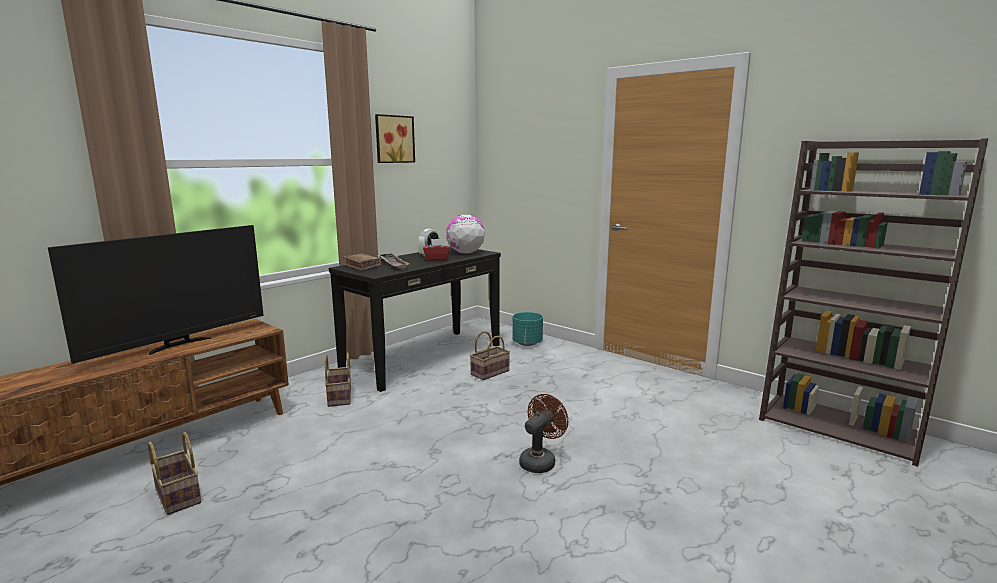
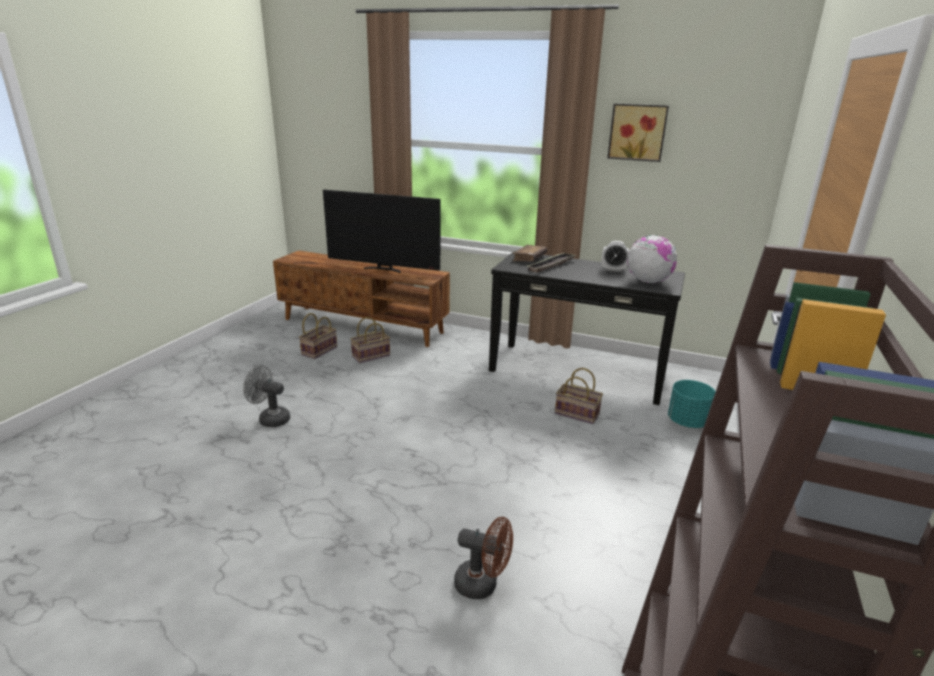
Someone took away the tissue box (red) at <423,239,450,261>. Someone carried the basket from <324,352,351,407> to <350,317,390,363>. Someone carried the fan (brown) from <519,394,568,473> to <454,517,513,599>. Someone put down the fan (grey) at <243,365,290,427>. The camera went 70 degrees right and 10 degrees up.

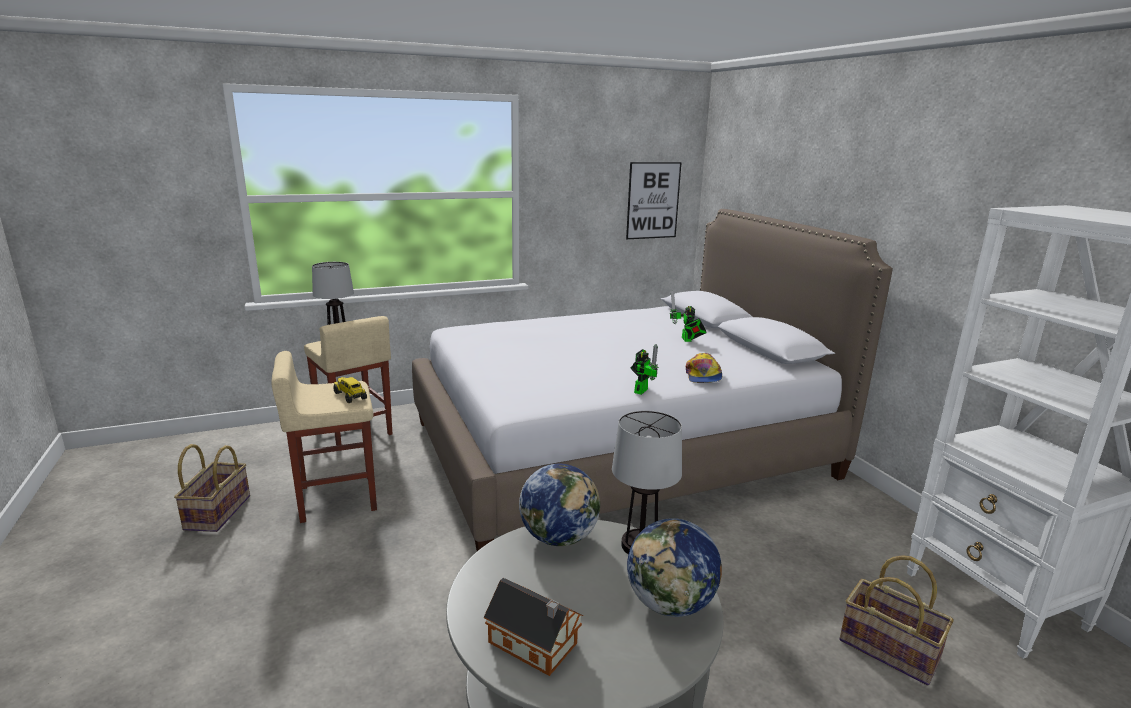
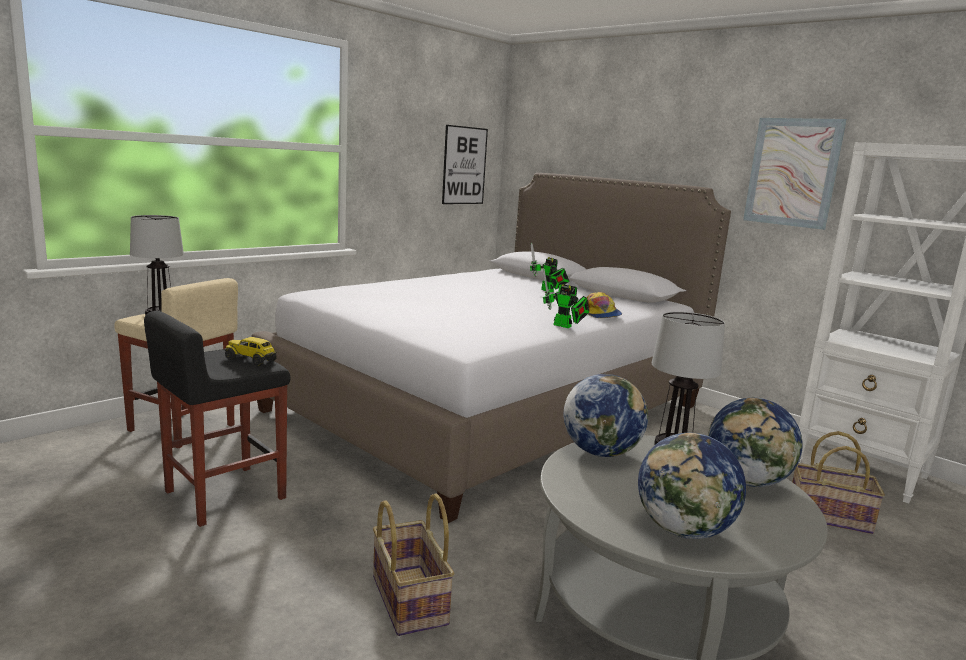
Someone rotated the toy robot at <631,344,659,395> by 120 degrees clockwise. Someone repainted the stool (beige) at <271,351,377,523>, which became the stool (black) at <144,311,290,527>. Someone carried the basket from <174,444,250,532> to <373,493,454,636>. Someone swapped the toy house at <484,578,583,676> for the globe at <638,433,746,539>. Someone put up the picture at <743,118,847,230>. The camera went 25 degrees left and 5 degrees down.

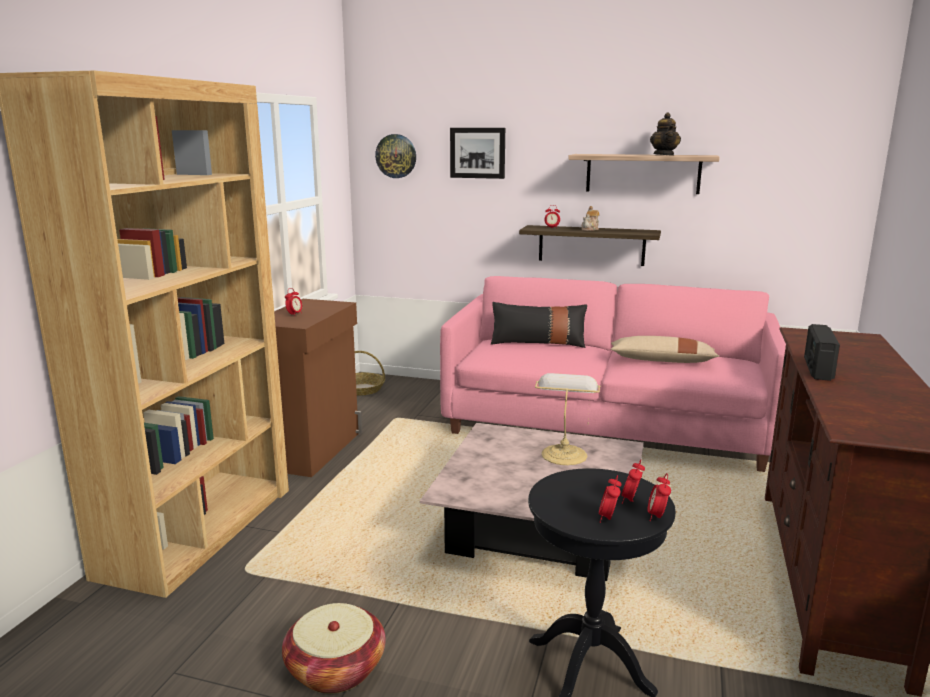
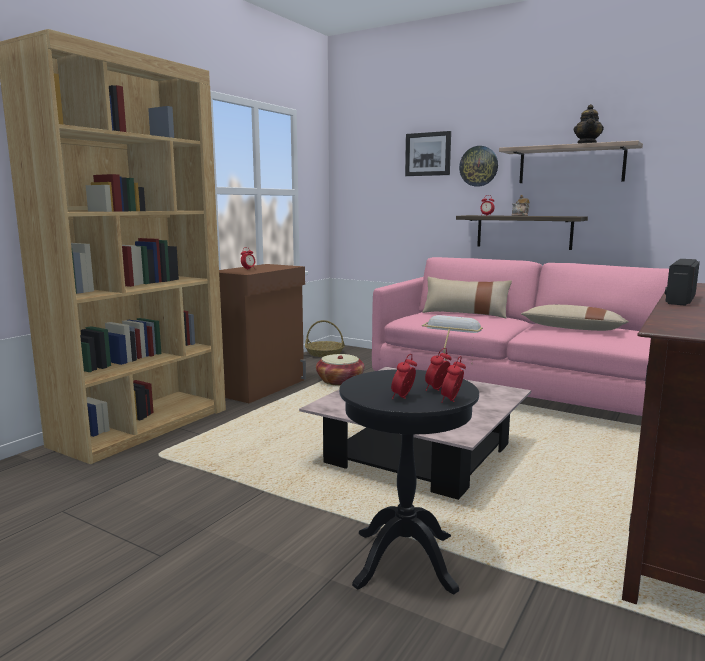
Someone carried the wall clock from <375,134,416,178> to <459,146,498,187>. Someone repainted the pillow (black) at <491,302,587,348>, which became the pillow (beige) at <423,277,512,318>. Someone carried the basket from <282,603,386,694> to <316,354,364,386>. The camera went 15 degrees right and 5 degrees down.

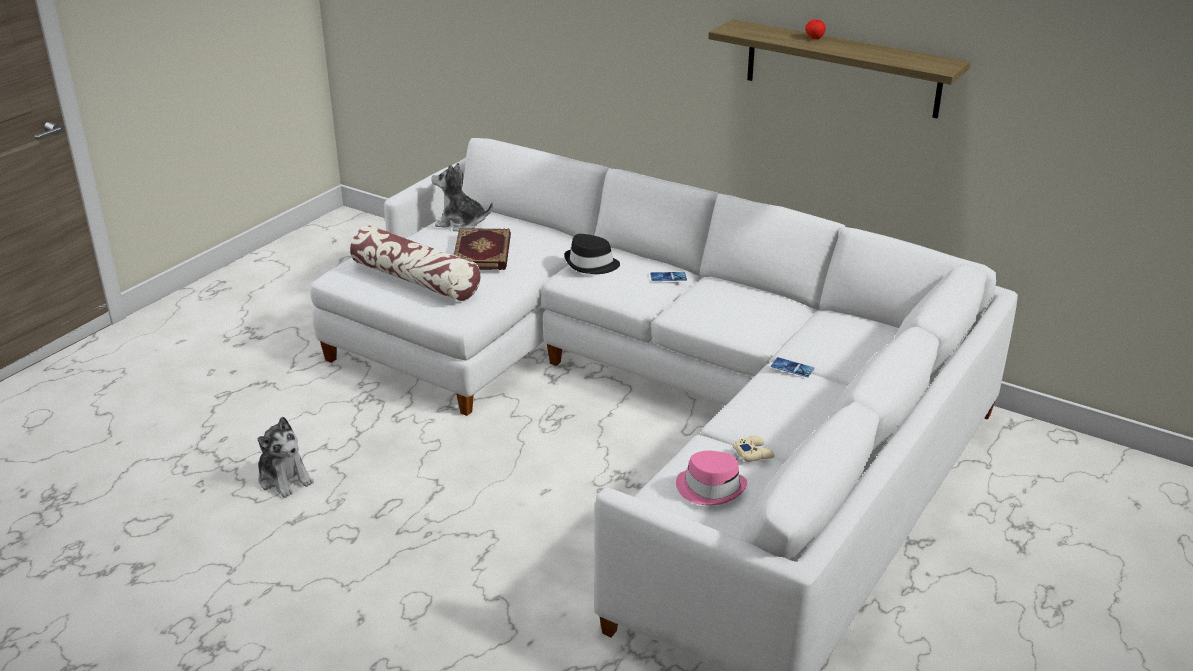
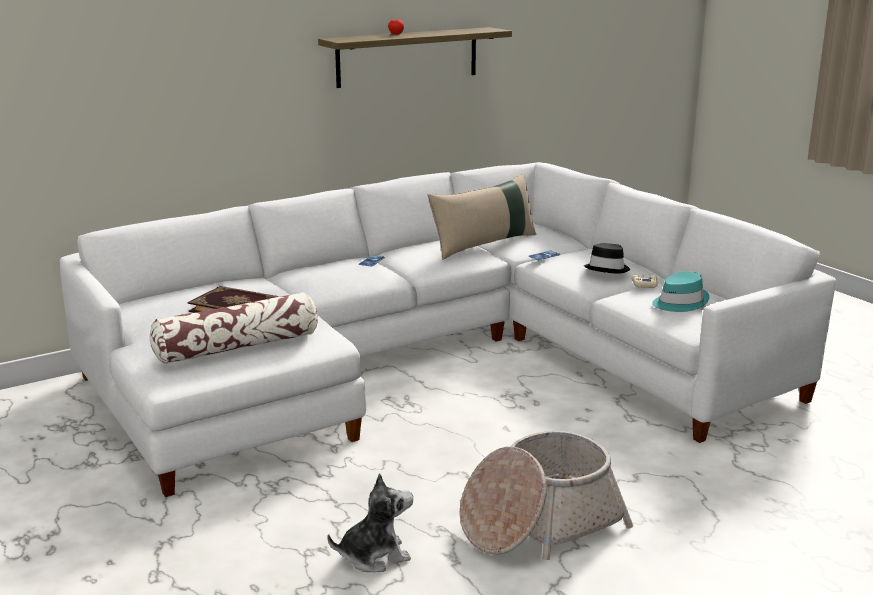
Someone took away the plush toy at <431,163,493,231>. Someone carried the hat (black) from <564,234,620,274> to <584,243,630,274>. Someone repainted the hat (pink) at <676,451,747,505>, which became the hat (turquoise) at <652,271,709,312>. Someone put down the pillow (beige) at <428,173,536,260>. Someone put down the basket at <459,431,633,560>. The camera went 65 degrees left and 10 degrees down.

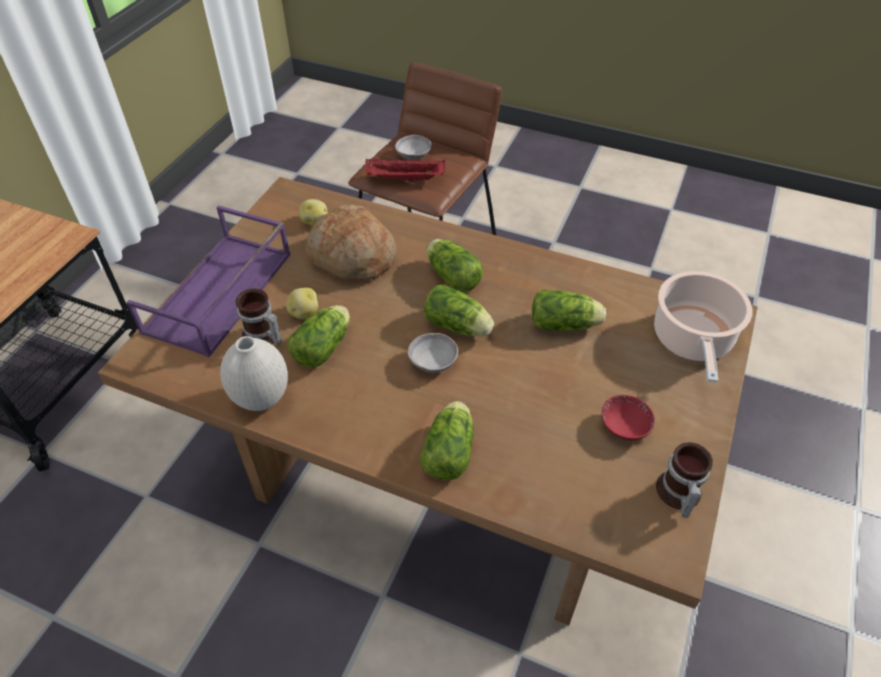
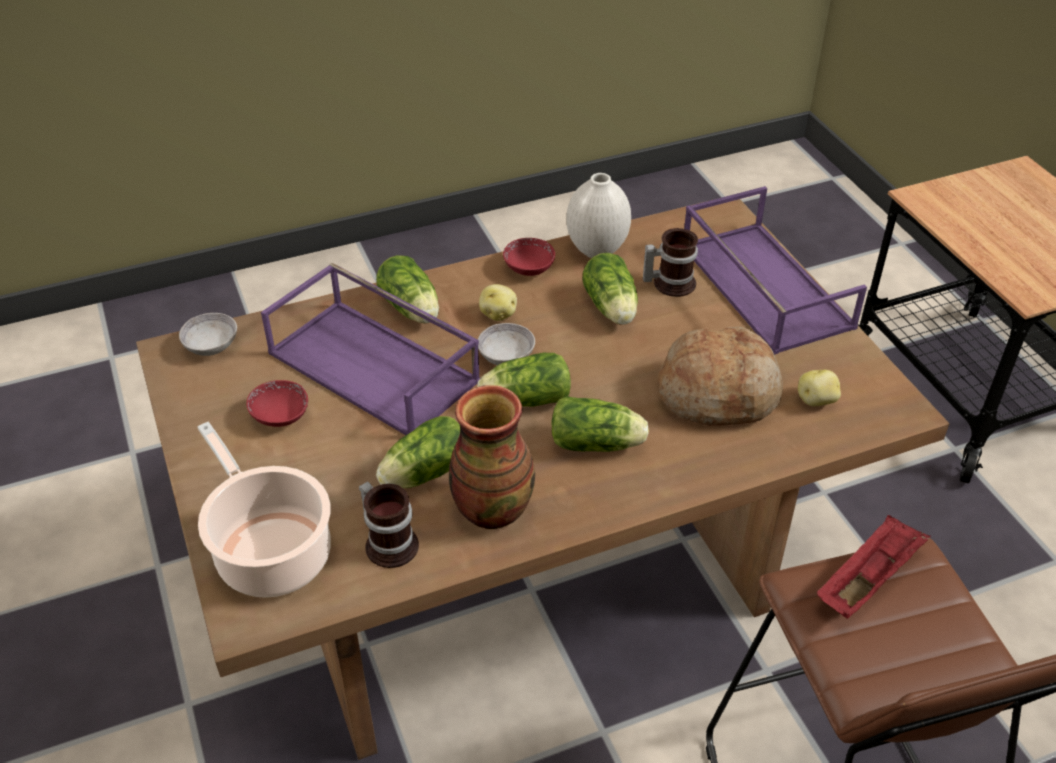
Someone carried the bowl (grey) from <395,135,431,160> to <179,313,237,356>. Someone carried the potato from <286,287,318,319> to <479,284,517,321>. Someone carried the mug from <656,442,713,518> to <359,482,419,568>. Someone put down the bowl (red) at <503,238,555,276>. Someone put down the tray (purple) at <261,263,480,435>. Someone put down the vase at <449,385,535,529>. The camera went 135 degrees right and 5 degrees down.

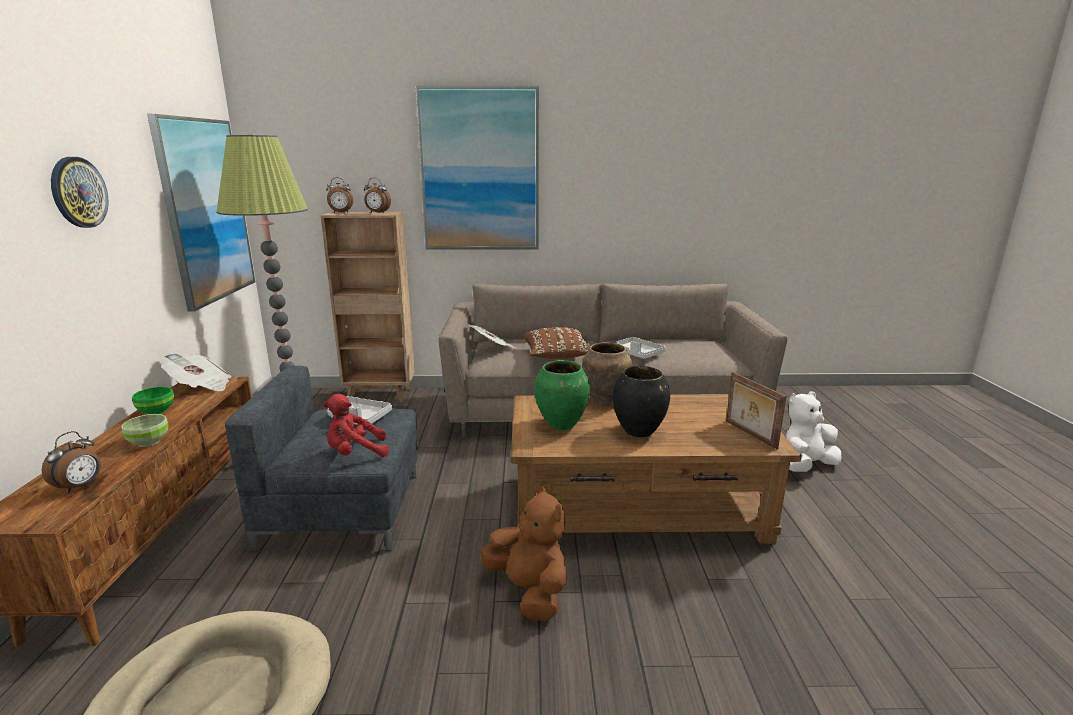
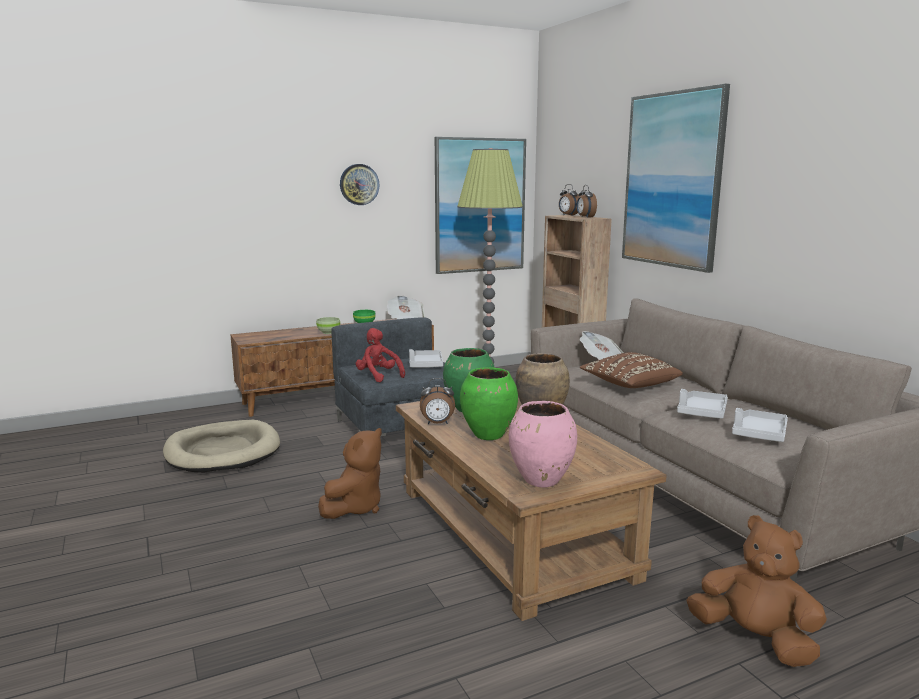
Someone repainted the vase (black) at <613,366,670,437>, which became the vase (green) at <460,367,518,440>. Someone swapped the picture frame at <726,372,786,449> for the vase (pink) at <509,401,577,487>. Someone repainted the plush toy (white) at <786,391,842,472>, which became the plush toy (brown) at <686,515,827,667>. Someone carried the alarm clock from <42,431,101,493> to <420,378,455,424>. Someone put down the tray (grey) at <732,408,788,442>. The camera went 65 degrees right and 5 degrees down.

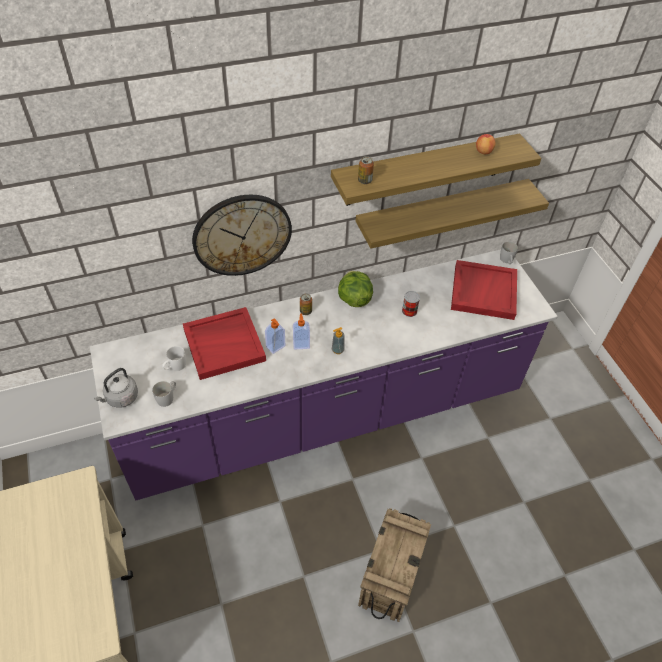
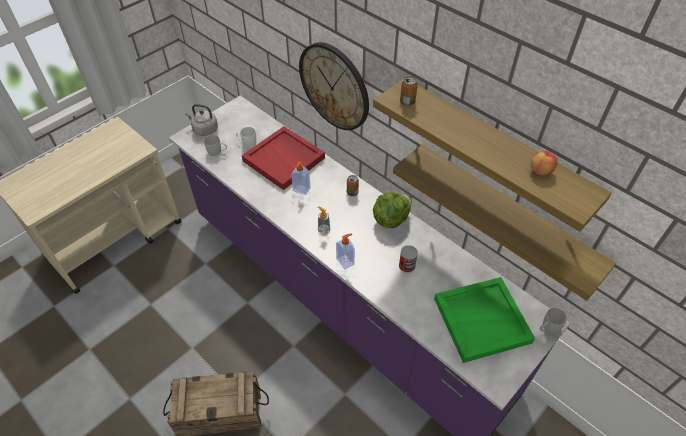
Someone repainted the tray (red) at <451,260,517,320>, which became the tray (green) at <434,277,535,363>. Someone carried the soap dispenser from <293,313,310,349> to <336,234,355,270>. The camera went 65 degrees right and 0 degrees up.

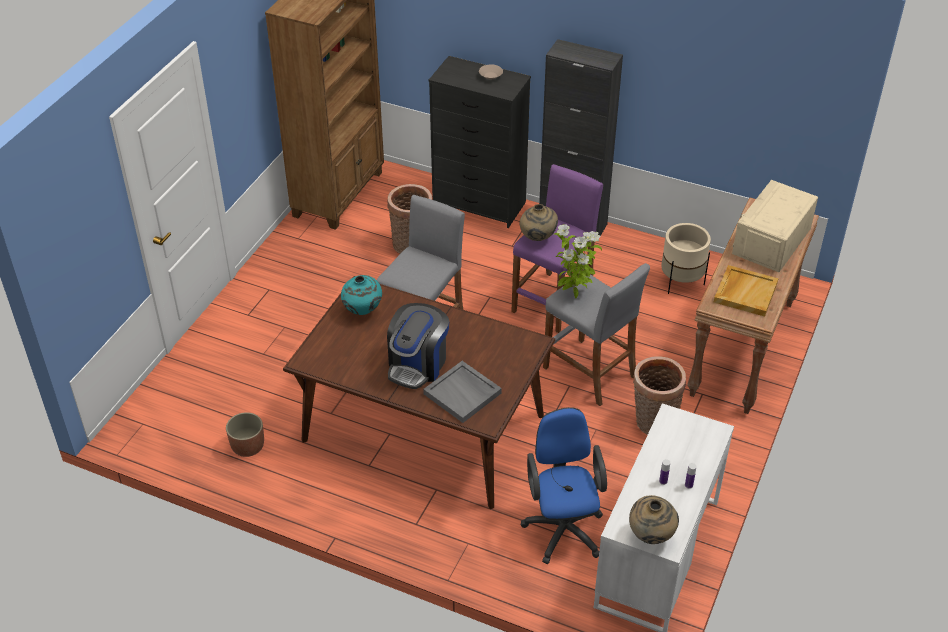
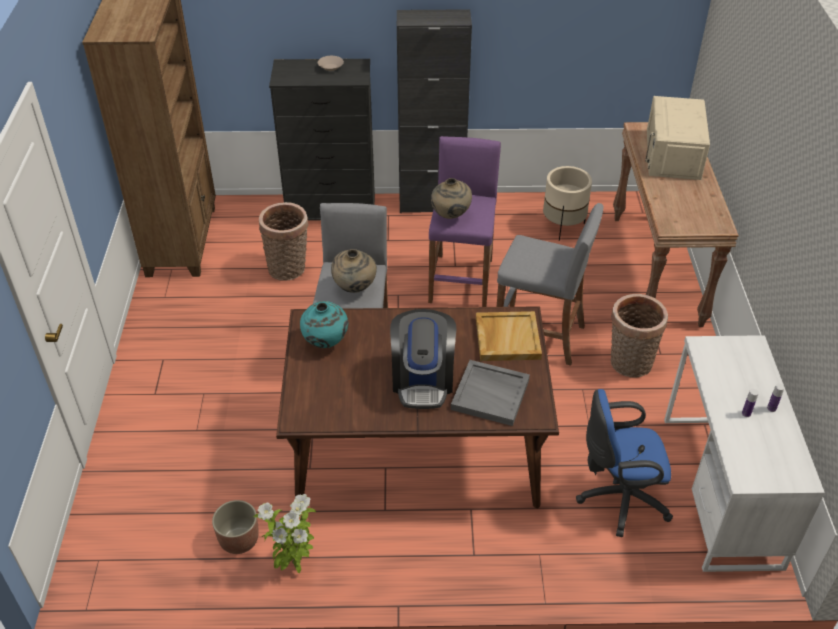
Someone carried the potted plant from <554,224,602,298> to <254,494,316,573>. Someone carried the tray (beige) from <714,265,779,317> to <476,311,542,361>. Someone rotated the office chair (blue) at <521,407,607,564> by 60 degrees counterclockwise. Someone carried the vase (beige) from <629,495,679,544> to <331,249,377,293>. The camera went 25 degrees left and 0 degrees up.

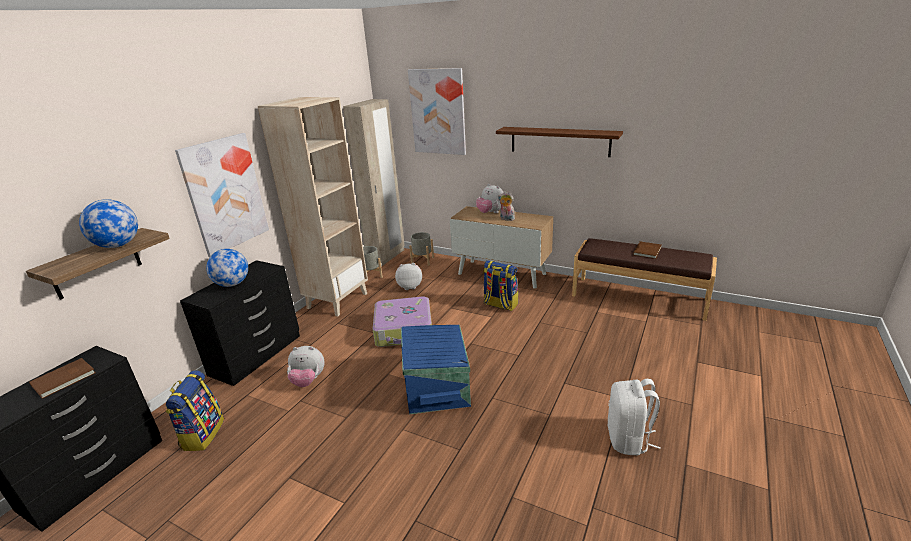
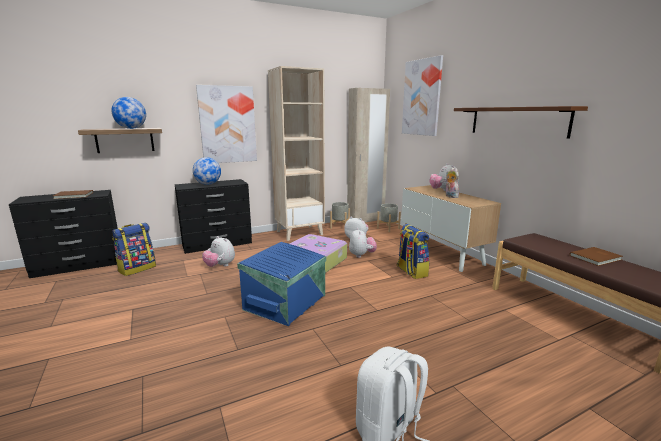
Someone put down the plush toy at <349,228,377,258>. The camera went 35 degrees right and 10 degrees down.

